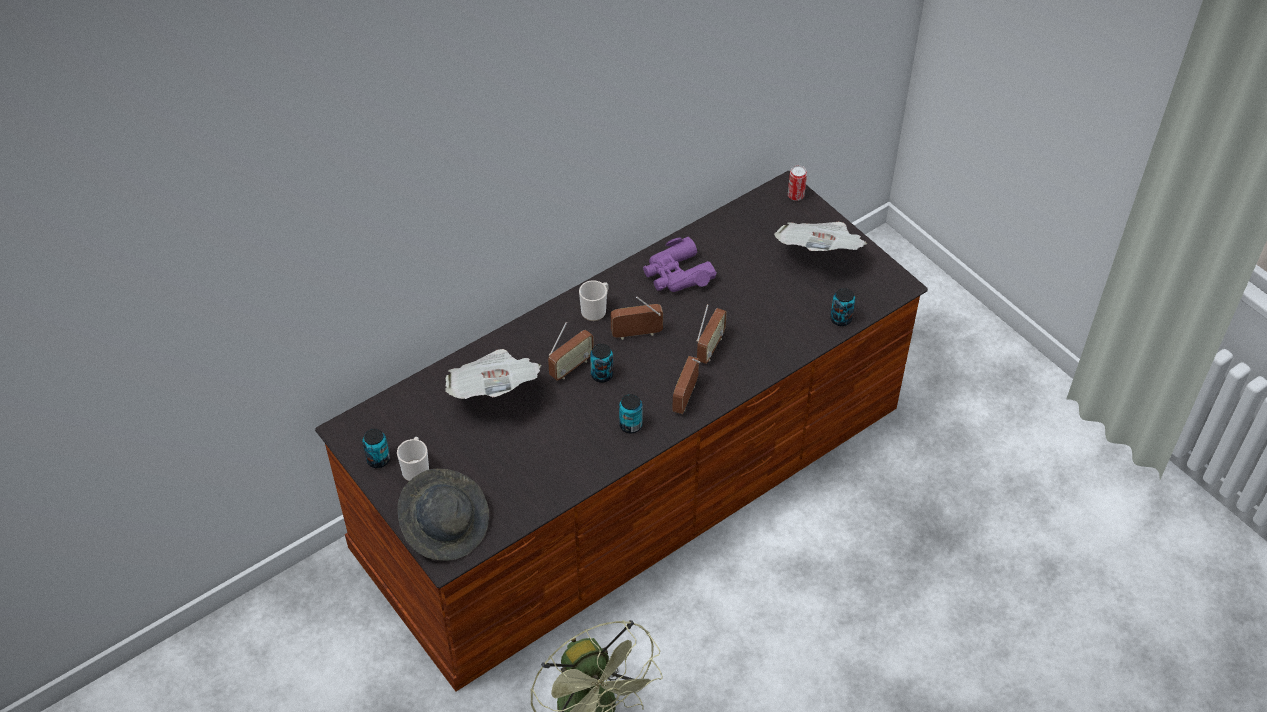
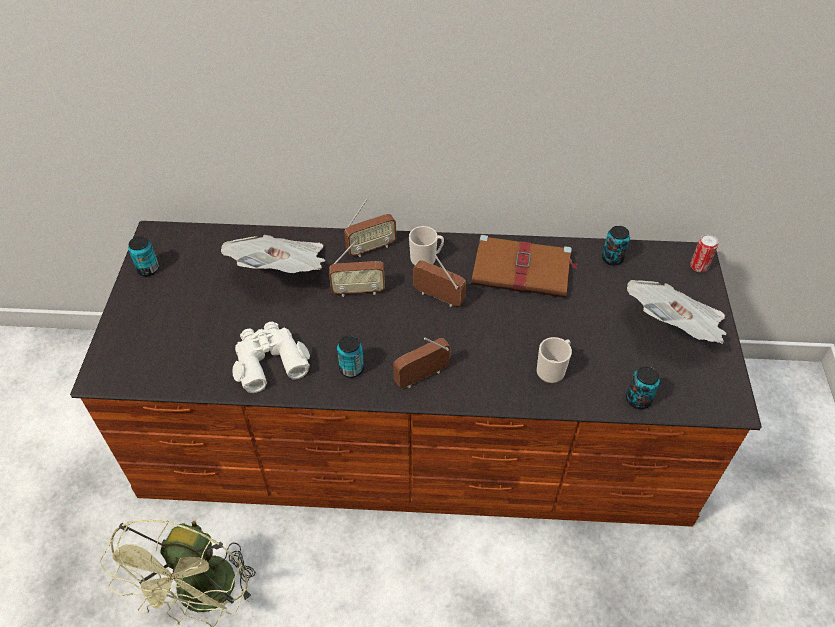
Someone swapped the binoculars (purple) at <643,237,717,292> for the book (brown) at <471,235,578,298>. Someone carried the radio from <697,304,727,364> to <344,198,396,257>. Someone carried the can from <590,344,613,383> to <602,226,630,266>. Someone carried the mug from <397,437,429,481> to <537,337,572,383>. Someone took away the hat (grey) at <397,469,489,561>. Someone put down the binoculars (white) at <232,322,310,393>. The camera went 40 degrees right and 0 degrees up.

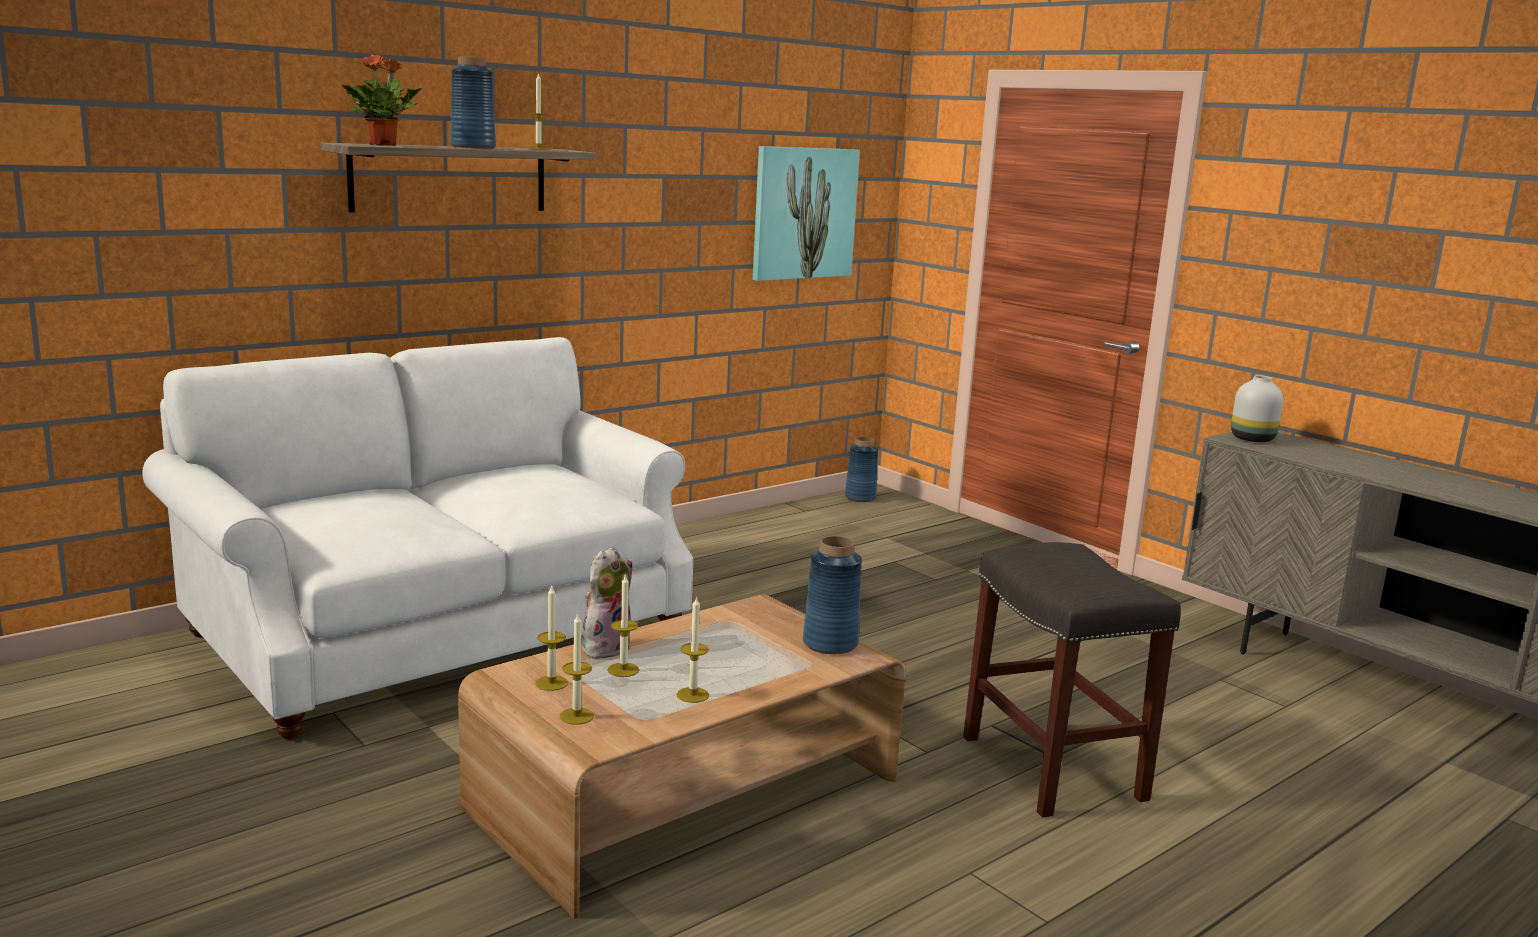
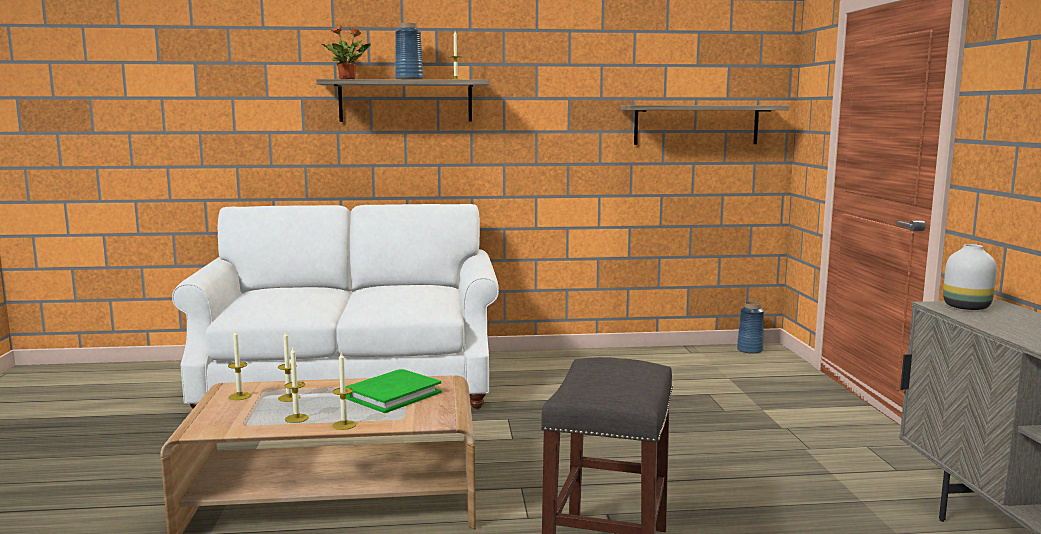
Someone swapped the picture at <753,146,860,281> for the shelf at <621,105,789,145>. Someone took away the vase (blue) at <803,536,862,654>. Someone took away the plush toy at <582,547,632,659>. Someone carried the candle from <559,613,594,725> to <332,353,356,430>. Someone put down the book (green) at <345,369,442,413>. The camera went 35 degrees right and 5 degrees down.

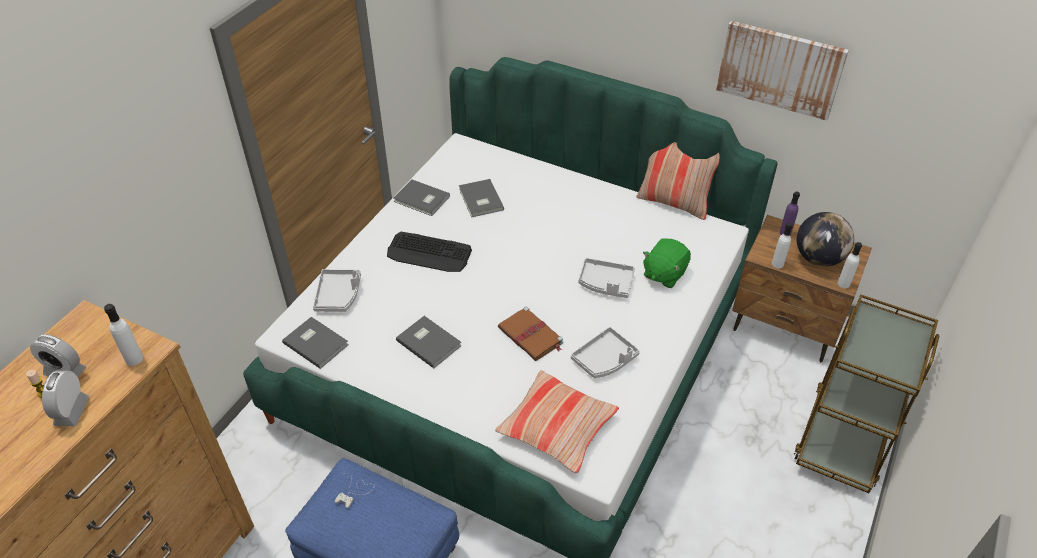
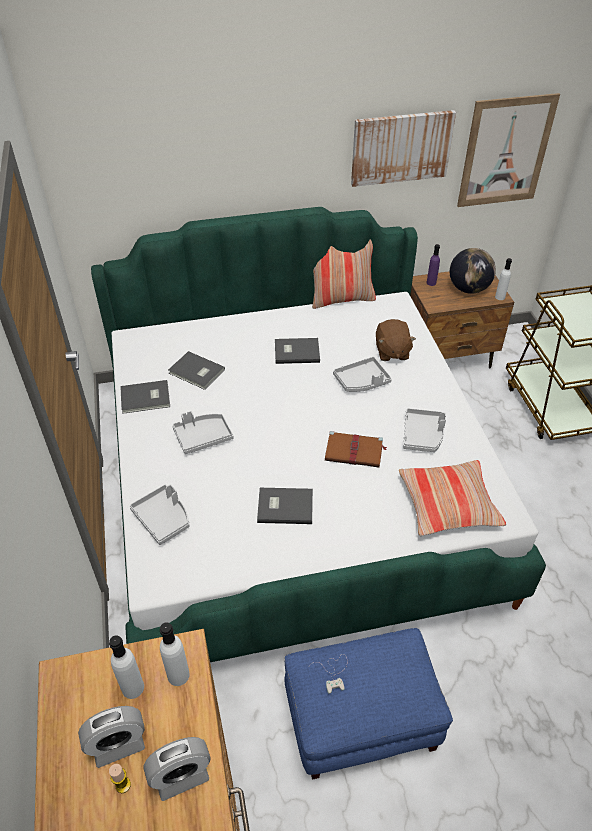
Someone carried the bottle (white) from <772,223,793,268> to <109,635,144,699>. Someone swapped the keyboard at <387,232,472,272> for the tray (grey) at <172,411,234,454>. Someone repainted the plush toy (green) at <643,238,691,288>, which became the plush toy (brown) at <376,319,416,361>. Someone carried the book (grey) from <282,317,349,369> to <275,338,320,364>. Someone rotated the alarm clock at <42,371,89,426> by 75 degrees counterclockwise. Someone put up the picture at <457,93,560,207>. The camera went 40 degrees left and 0 degrees up.

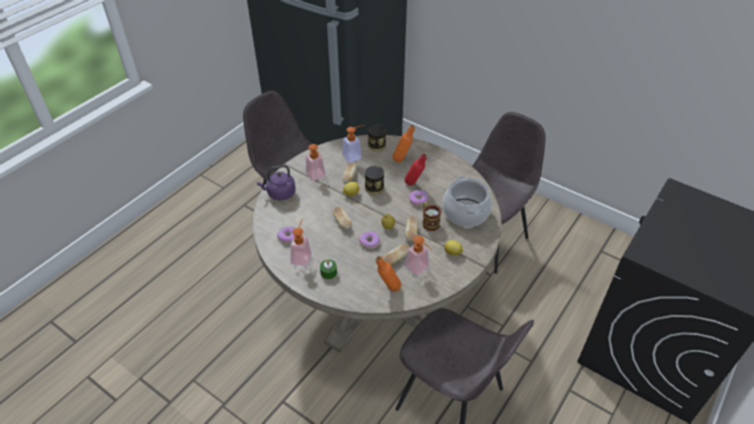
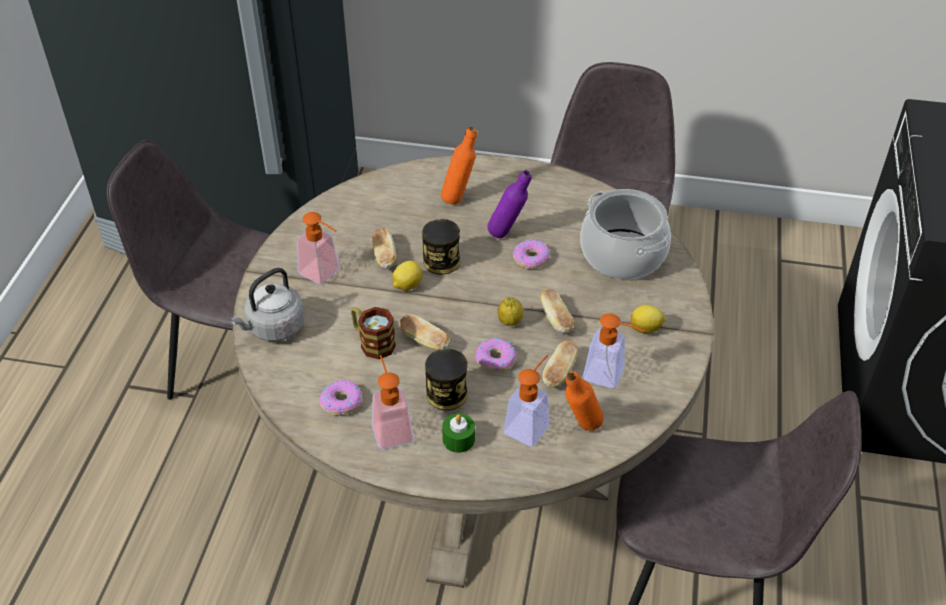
Someone carried the soap dispenser from <342,125,364,163> to <503,355,550,447>. Someone carried the can from <368,125,386,151> to <425,349,468,410>. Someone repainted the bottle (red) at <405,154,427,186>, which became the bottle (purple) at <487,170,532,238>. Someone repainted the kettle (purple) at <257,165,296,200>, which became the kettle (grey) at <230,268,305,341>. Someone carried the mug from <423,202,441,231> to <351,307,396,359>. The camera went 25 degrees left and 0 degrees up.

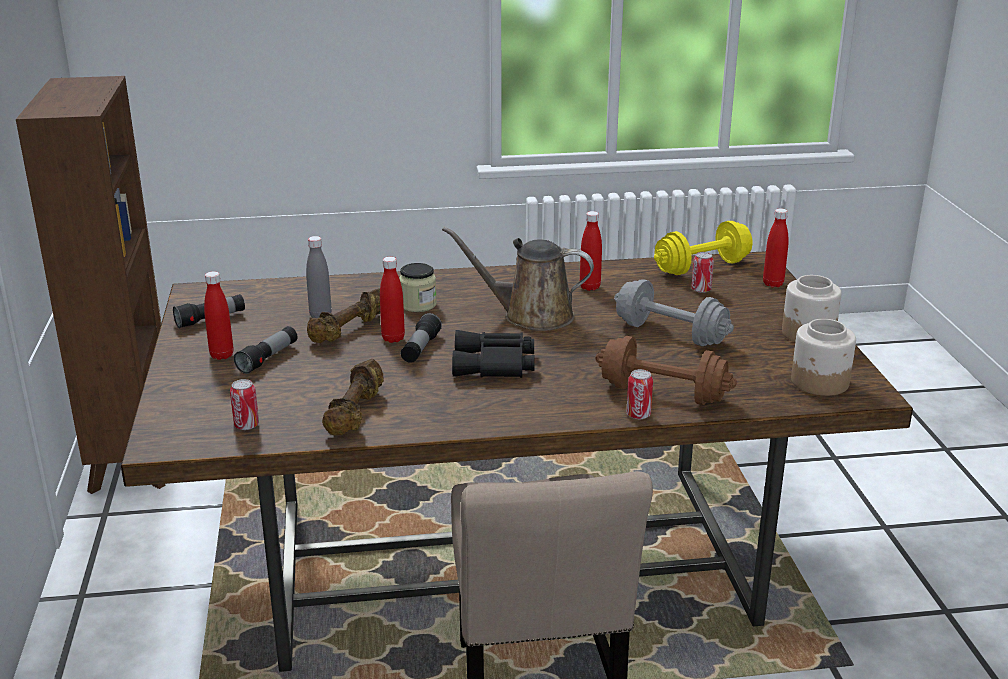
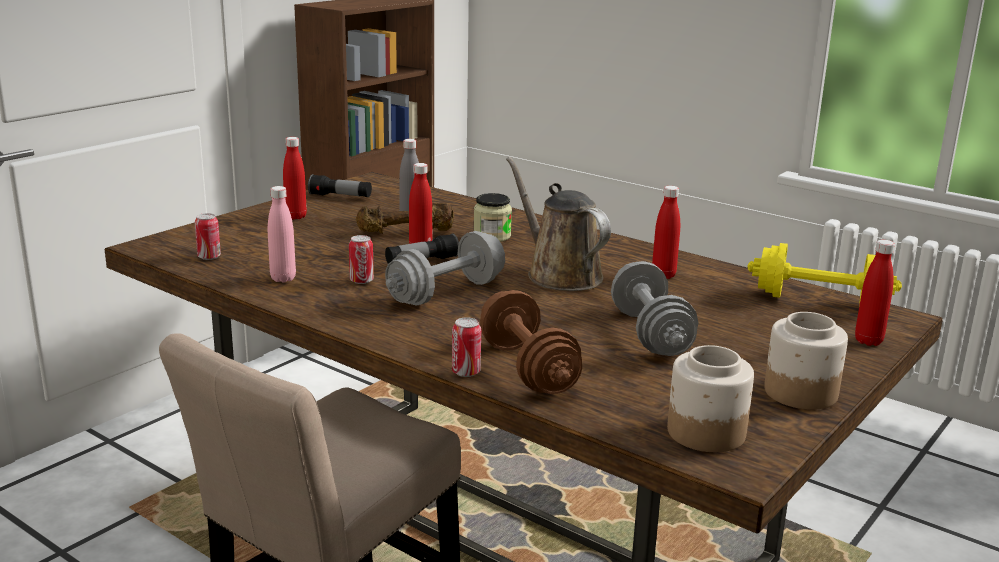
Someone carried the can from <691,252,714,293> to <349,235,374,284>. Someone took away the flashlight at <234,326,297,374>. Someone swapped the binoculars (black) at <452,330,535,378> for the dumbbell (grey) at <385,231,505,306>. Someone swapped the dumbbell (brown) at <322,359,384,435> for the bottle (pink) at <268,186,296,283>. The camera went 45 degrees right and 5 degrees down.

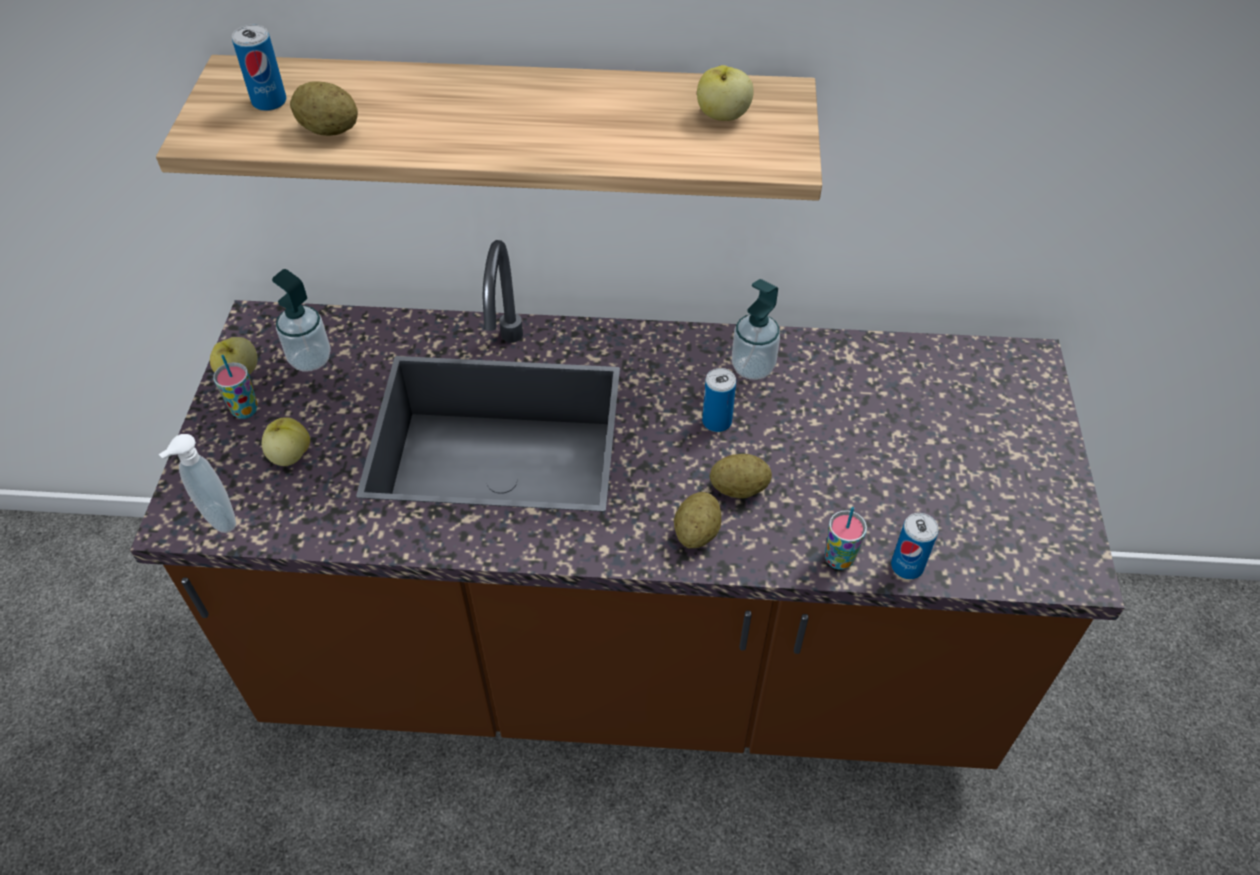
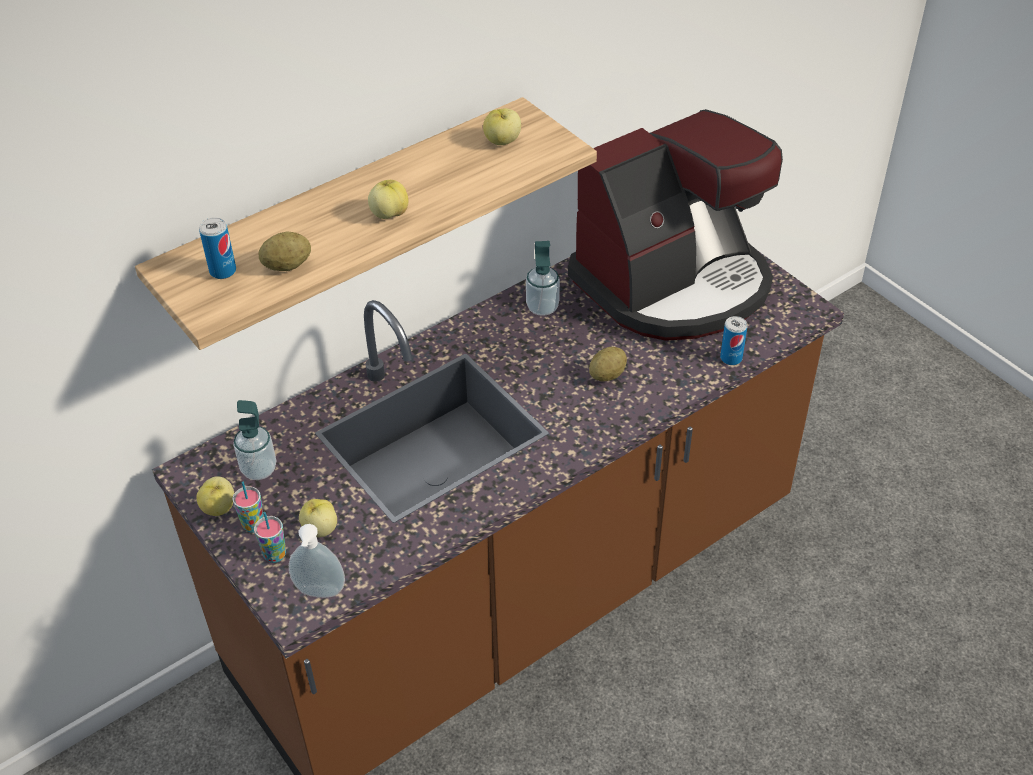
Someone took away the can at <702,368,736,432>. Someone took away the potato at <674,492,721,548>. Someone carried the cup from <825,507,867,570> to <254,512,286,563>. Someone put down the coffee machine at <568,109,783,341>. Someone put down the apple at <368,180,408,219>. The camera went 40 degrees left and 5 degrees down.

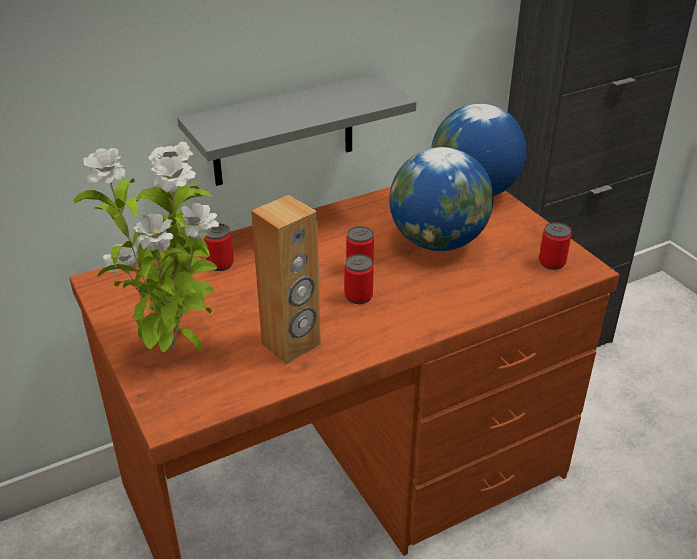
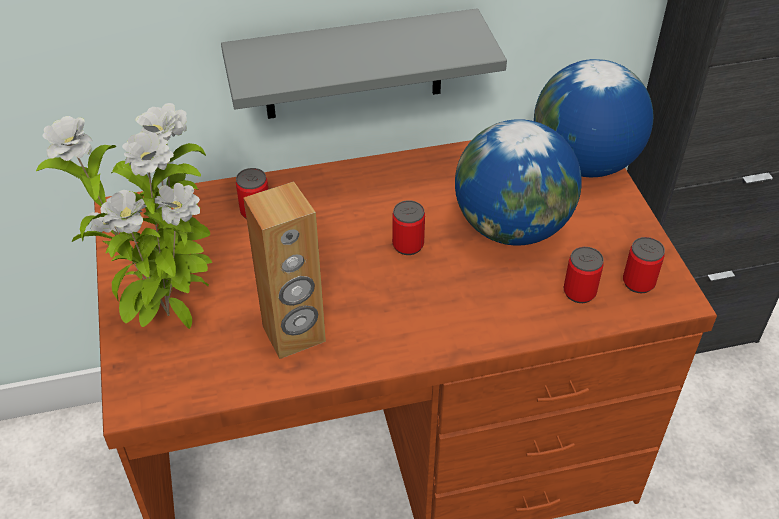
Someone carried the can from <344,254,374,304> to <564,247,604,303>. The camera went 15 degrees right and 10 degrees up.

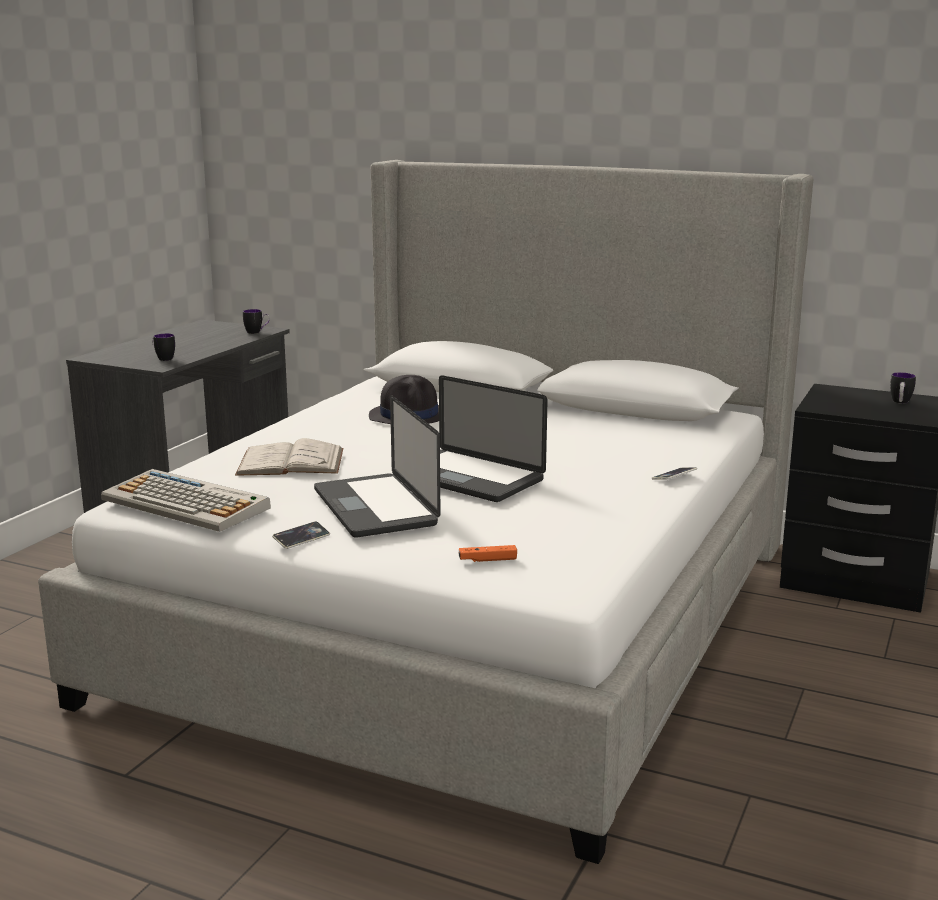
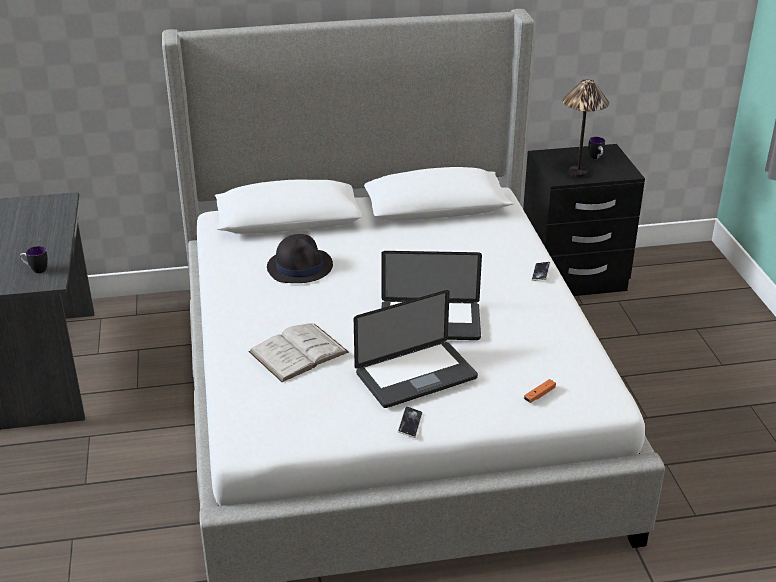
Someone took away the mug at <243,309,270,334>. Someone rotated the laptop at <314,395,441,538> by 60 degrees counterclockwise. Someone took away the keyboard at <101,469,271,532>. Someone put down the table lamp at <563,79,609,178>. The camera went 35 degrees left and 15 degrees up.

